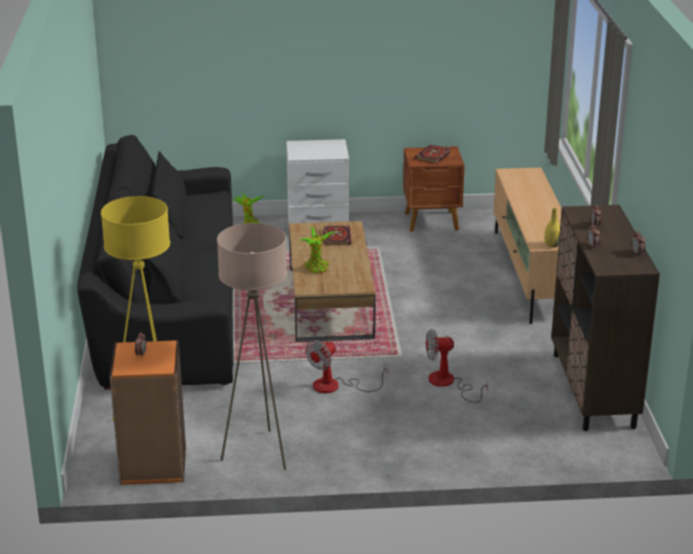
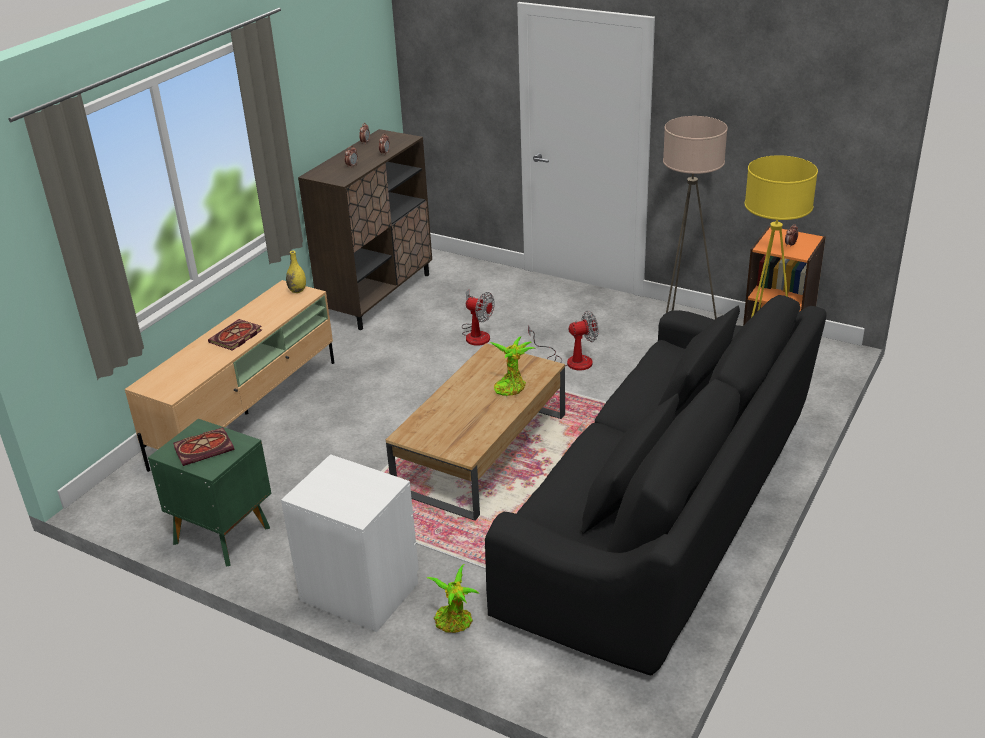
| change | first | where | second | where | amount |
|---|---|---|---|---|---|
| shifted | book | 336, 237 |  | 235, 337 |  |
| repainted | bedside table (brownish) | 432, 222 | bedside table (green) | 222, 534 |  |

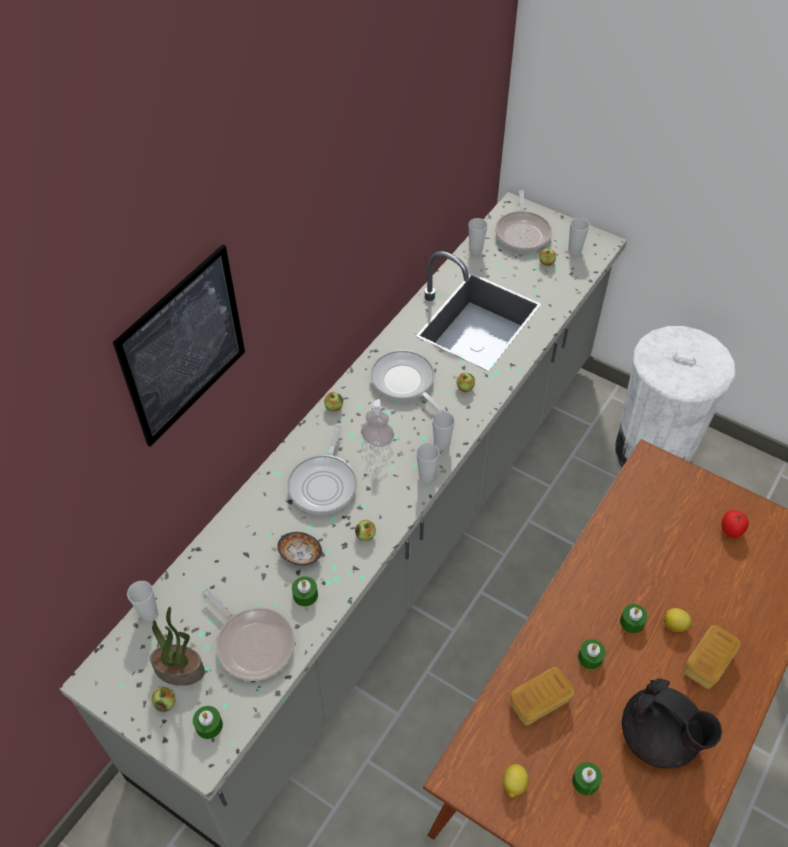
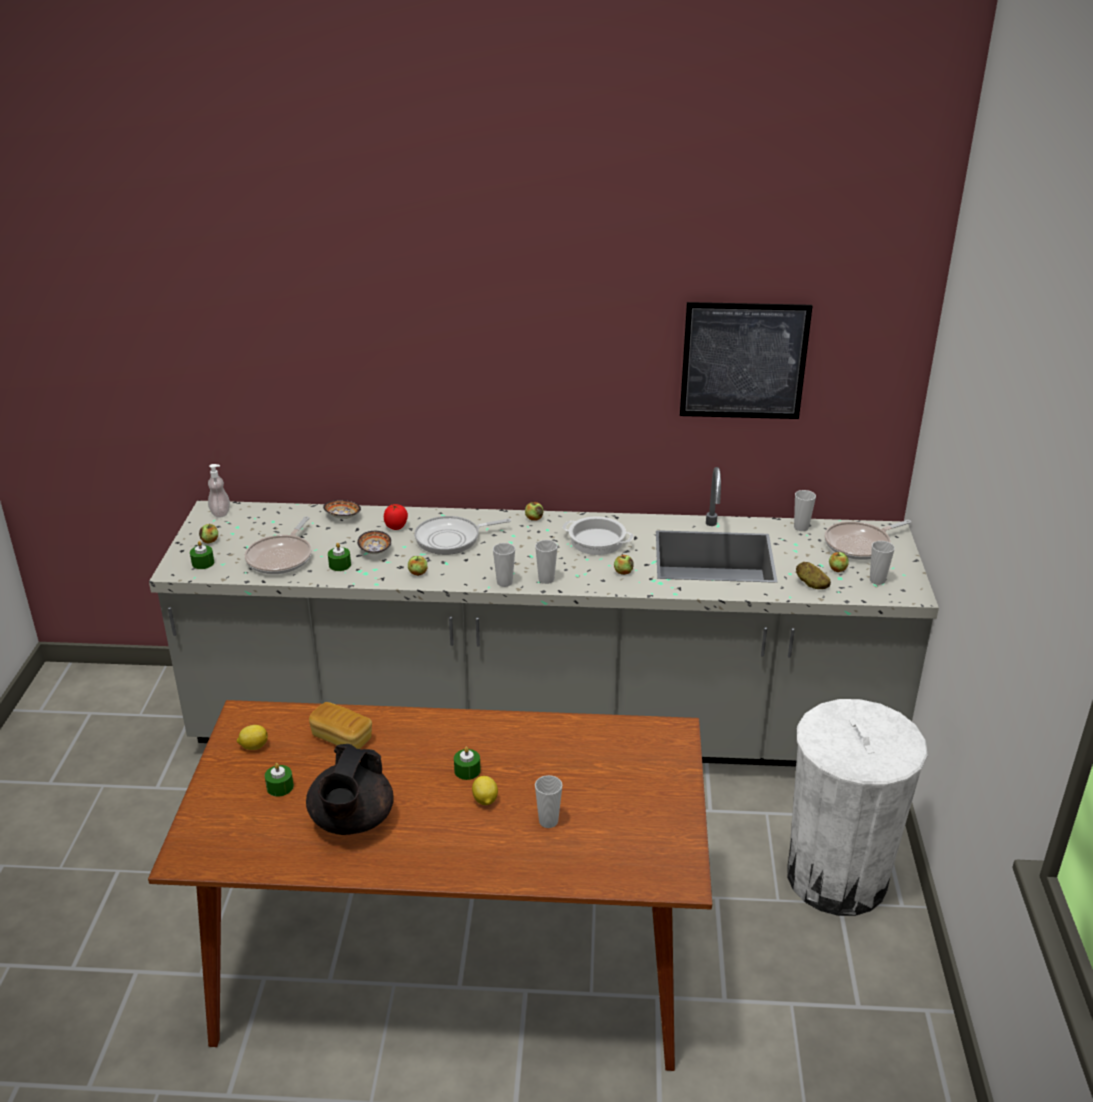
| change | first | where | second | where | amount |
|---|---|---|---|---|---|
| shifted | wall art | 184, 346 |  | 743, 361 |  |
| shifted | drinking cup | 149, 613 |  | 548, 821 |  |
| gone | plant in a pot | 180, 669 |  |  |  |
| shifted | soap dispenser | 377, 440 |  | 220, 513 |  |
| swapped | frying pan | 405, 382 | saucepot | 596, 541 |  |
| gone | wax candle (green) | 590, 657 |  |  |  |
| gone | bakery bread | 708, 663 |  |  |  |
| shifted | fresh tomato | 731, 530 |  | 396, 527 |  |
| new |  |  | bowl | 343, 517 |  |
| new |  |  | spud | 811, 584 |  |

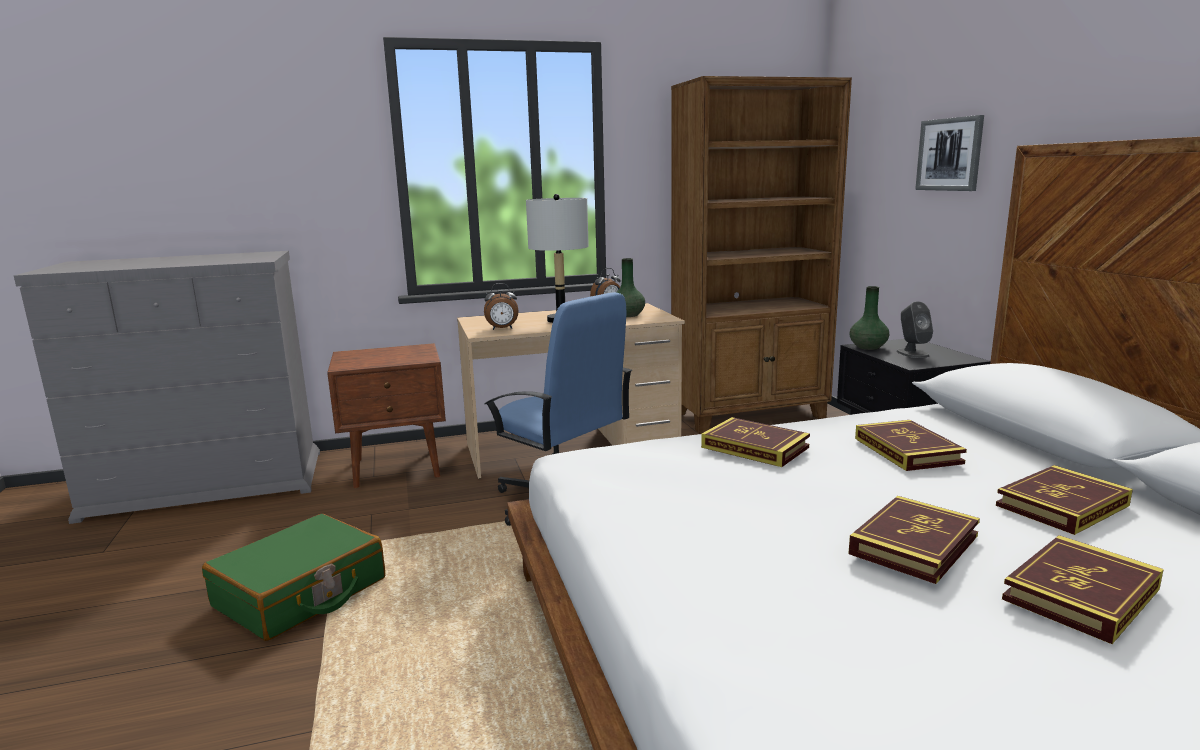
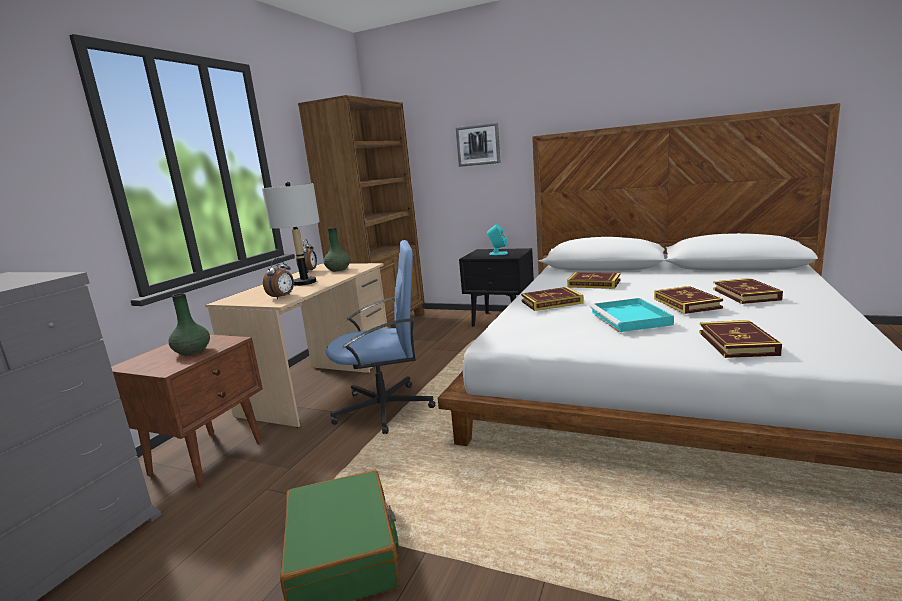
| change | first | where | second | where | amount |
|---|---|---|---|---|---|
| shifted | vase (green) | 867, 347 |  | 192, 352 |  |
| repainted | loudspeaker (greyish) | 912, 353 | loudspeaker (turquoise) | 498, 253 |  |
| shifted | book | 1062, 505 |  | 737, 343 |  |
| new |  |  | tray (turquoise) | 631, 318 |  |

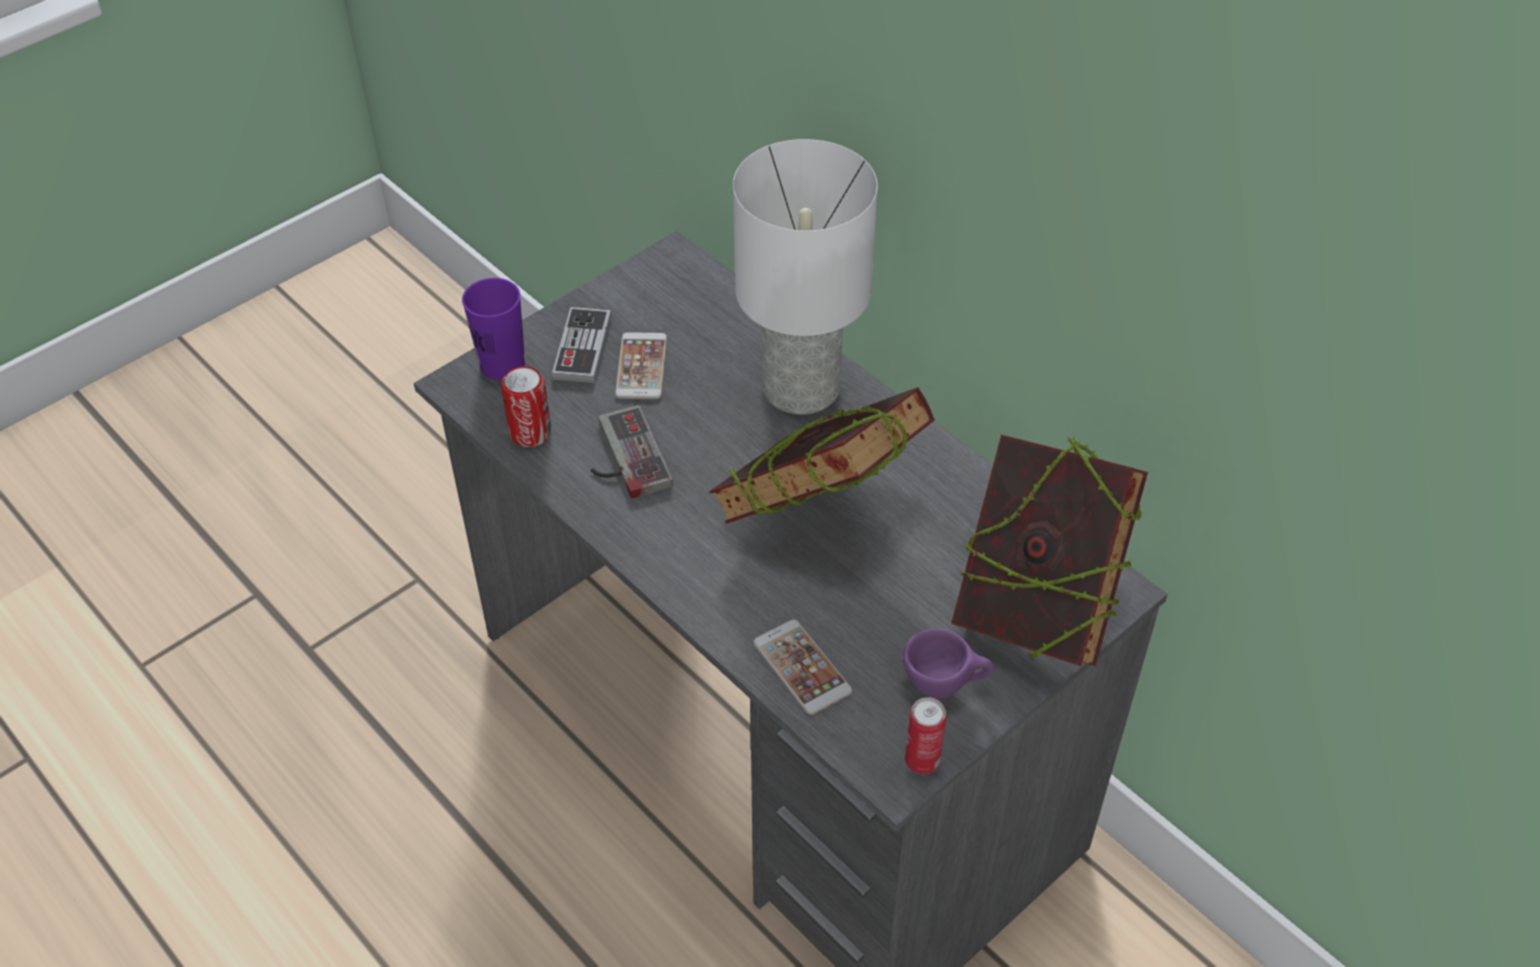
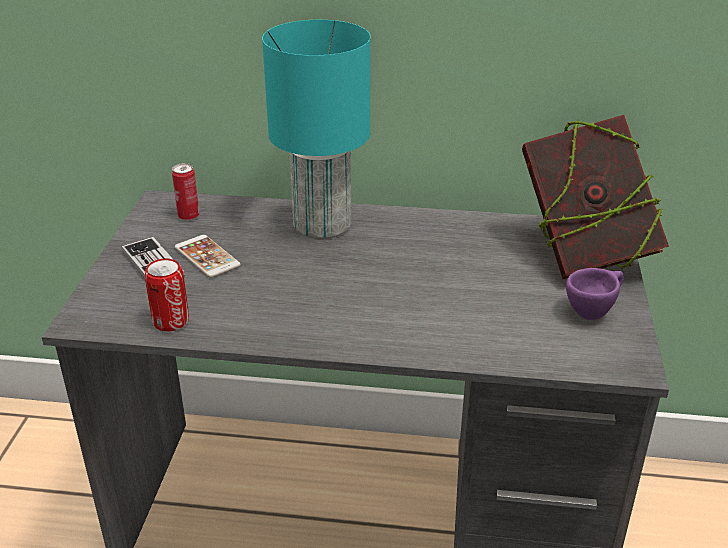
| change | first | where | second | where | amount |
|---|---|---|---|---|---|
| gone | drinking cup (purple-coloured) | 502, 365 |  |  |  |
| gone | gamepad | 622, 457 |  |  |  |
| gone | book | 819, 517 |  |  |  |
| repainted | table lamp (whitish) | 801, 386 | table lamp (turquoise) | 321, 223 |  |
| gone | phone | 802, 667 |  |  |  |
| shifted | can | 922, 761 |  | 188, 216 |  |

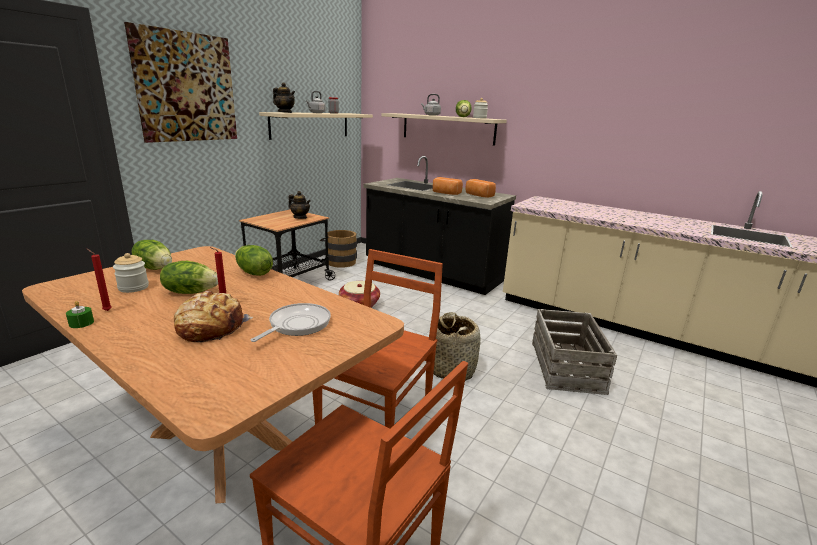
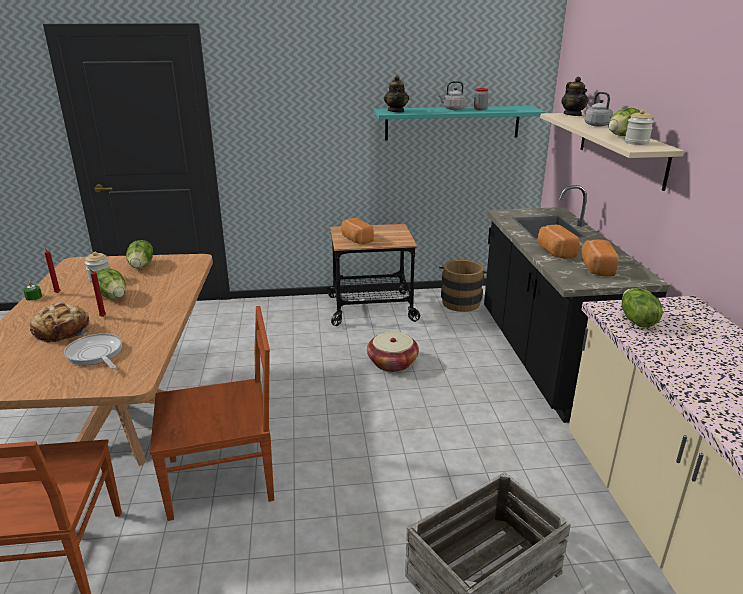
| change | first | where | second | where | amount |
|---|---|---|---|---|---|
| gone | wall art | 186, 87 |  |  |  |
| shifted | head of lettuce | 253, 273 |  | 636, 320 |  |
| rotated | frying pan | 297, 325 |  | 96, 354 | 120 degrees counterclockwise |
| repainted | wall shelf (beige) | 310, 125 | wall shelf (turquoise) | 452, 123 |  |
| shifted | tea pot | 300, 217 |  | 572, 115 |  |
| gone | storage basket | 451, 369 |  |  |  |
| new |  |  | bakery bread | 356, 239 |  |

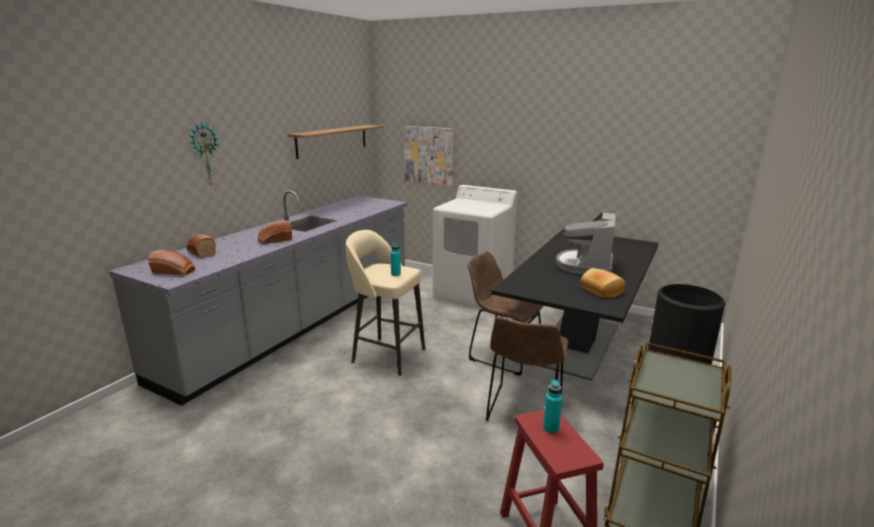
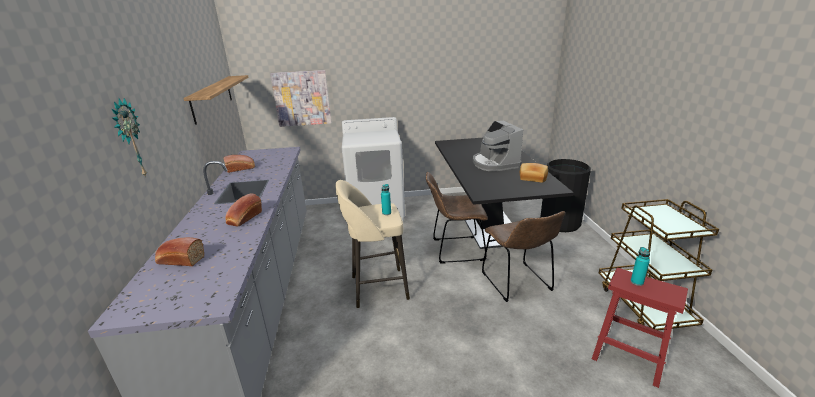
| change | first | where | second | where | amount |
|---|---|---|---|---|---|
| shifted | bakery bread | 175, 272 |  | 241, 168 |  |

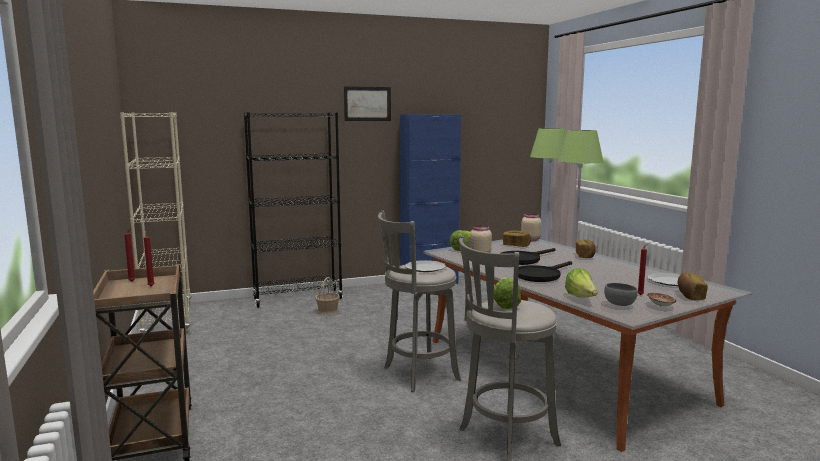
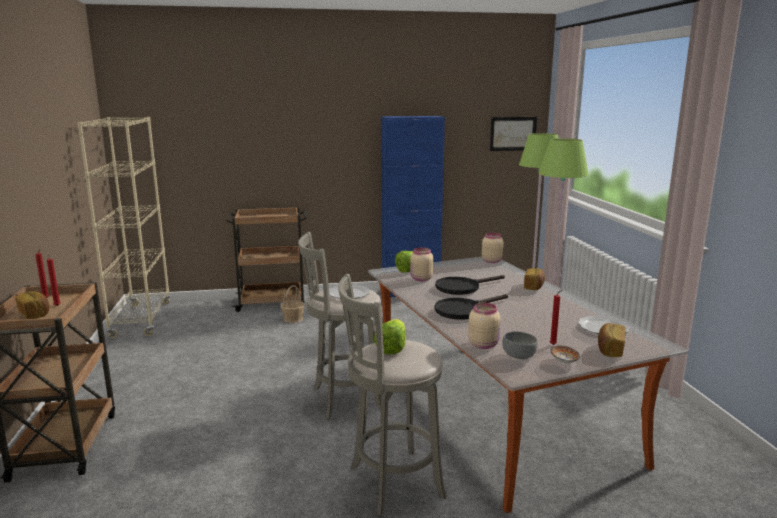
| change | first | where | second | where | amount |
|---|---|---|---|---|---|
| swapped | bookshelf (black) | 298, 298 | cart (brownish) | 272, 302 |  |
| shifted | wall art | 367, 103 |  | 513, 133 |  |
| shifted | bakery bread | 516, 245 |  | 35, 314 |  |
| swapped | head of lettuce | 581, 298 | preserve jar (beige) | 483, 344 |  |

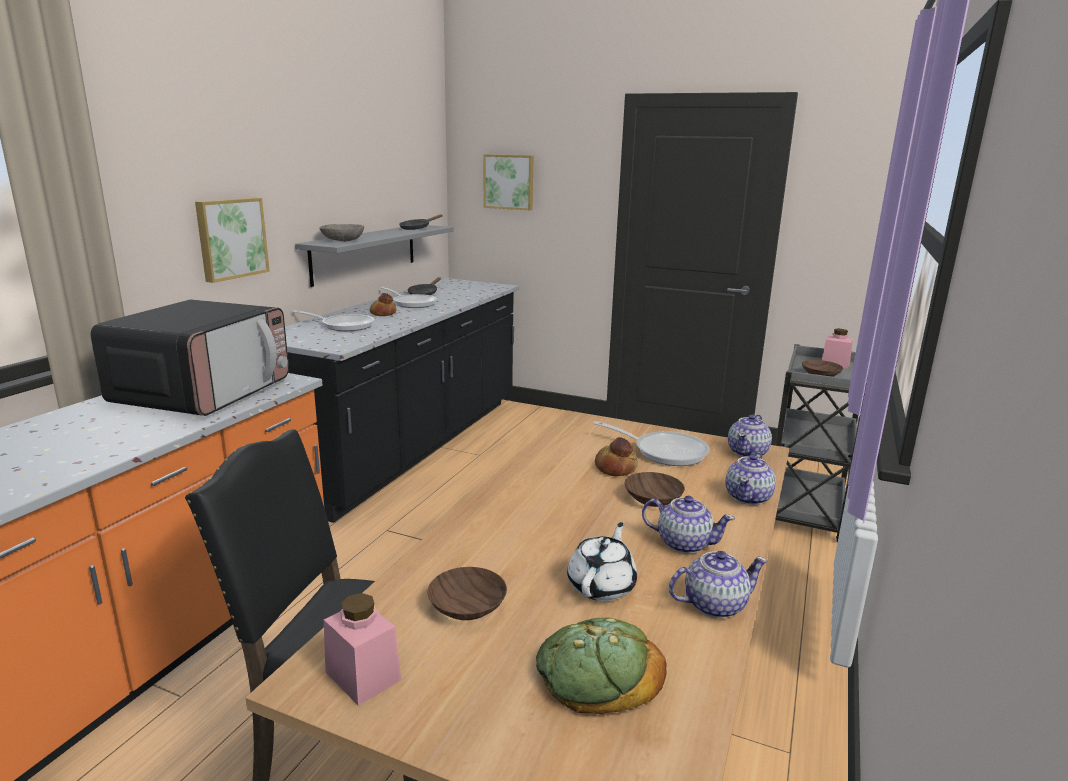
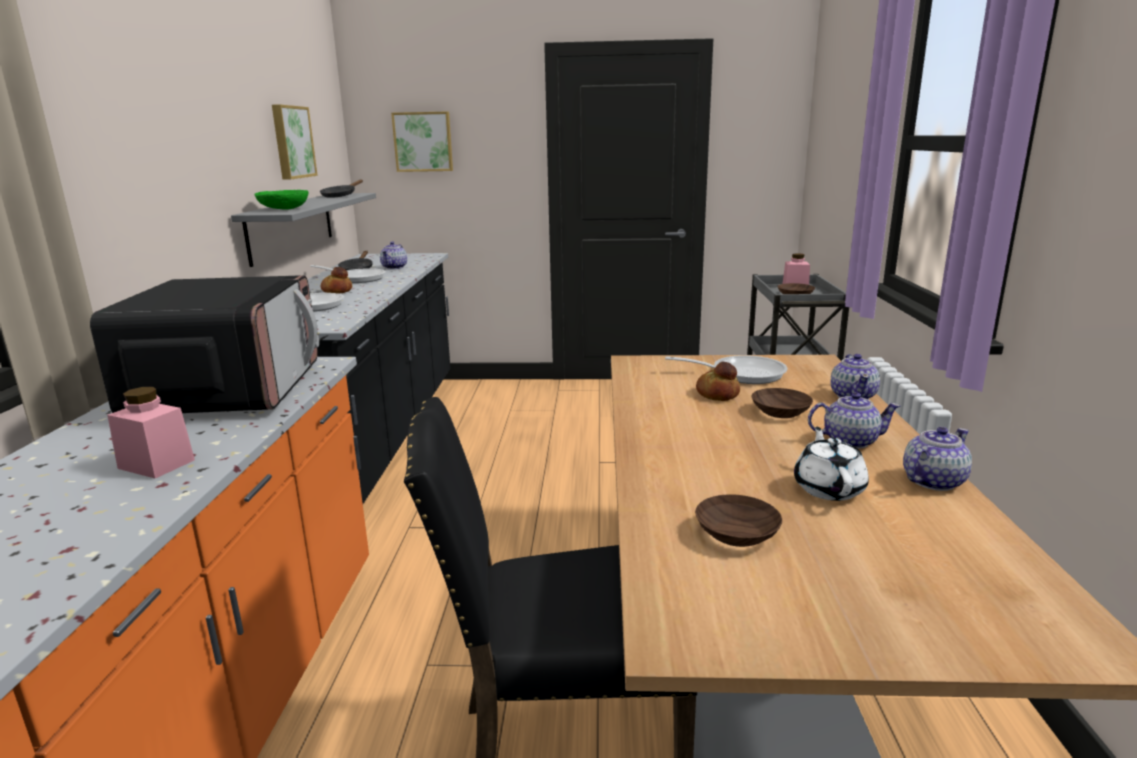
| change | first | where | second | where | amount |
|---|---|---|---|---|---|
| shifted | wall art | 231, 238 |  | 291, 142 |  |
| repainted | bowl (greyish) | 343, 240 | bowl (green) | 284, 209 |  |
| shifted | preserve jar (pinkish) | 363, 676 |  | 156, 464 |  |
| gone | bakery bread | 597, 672 |  |  |  |
| shifted | tea pot | 748, 452 |  | 395, 267 |  |

